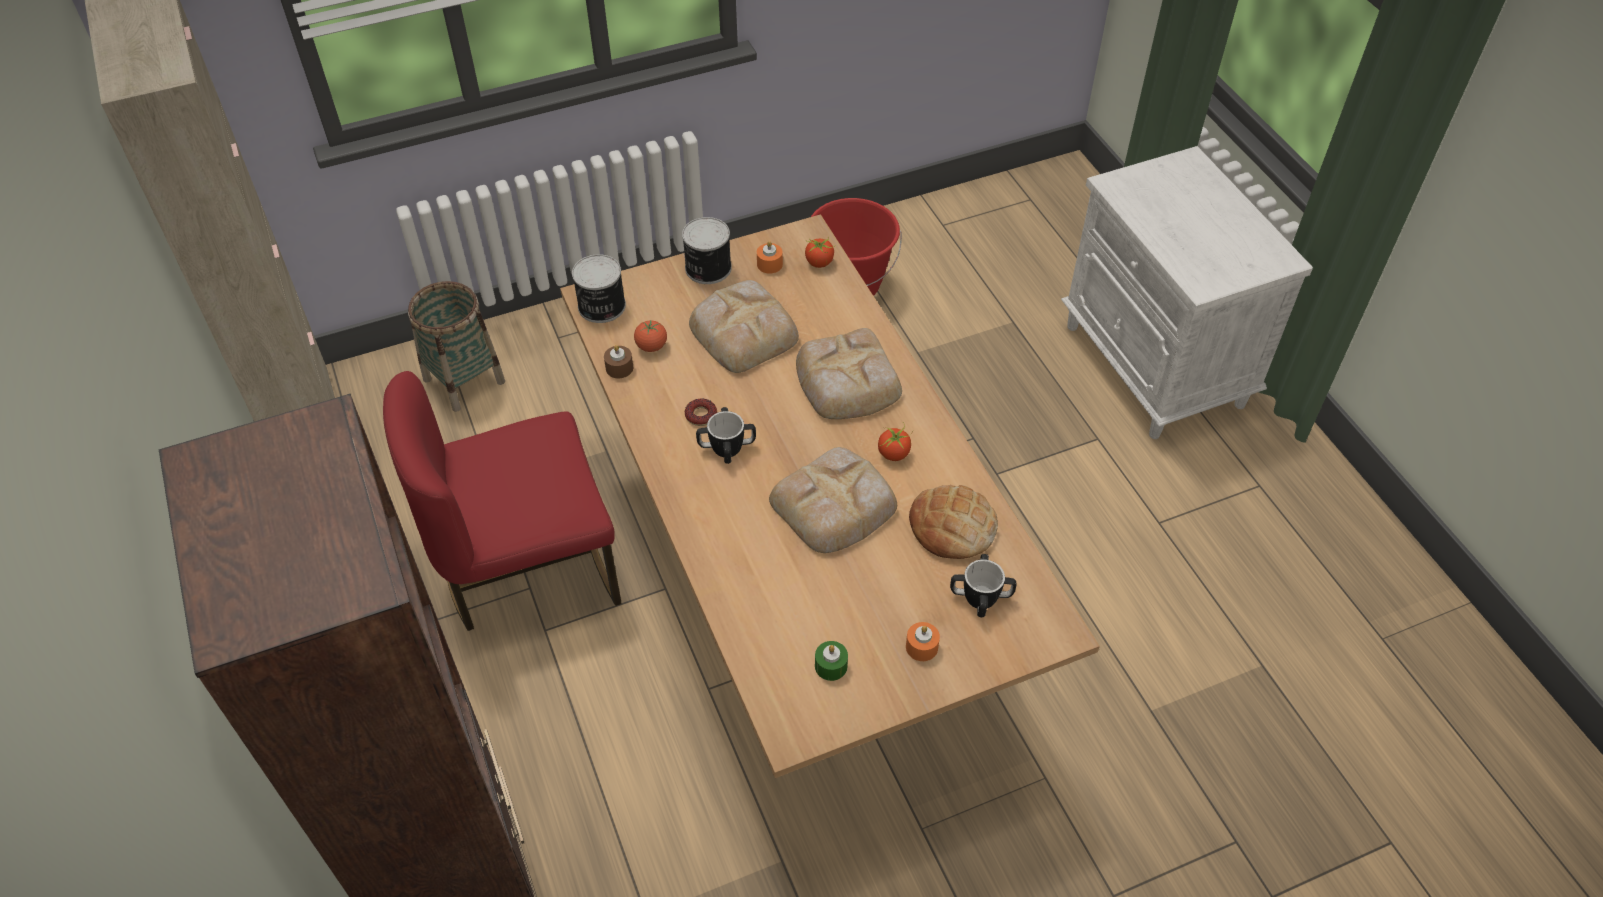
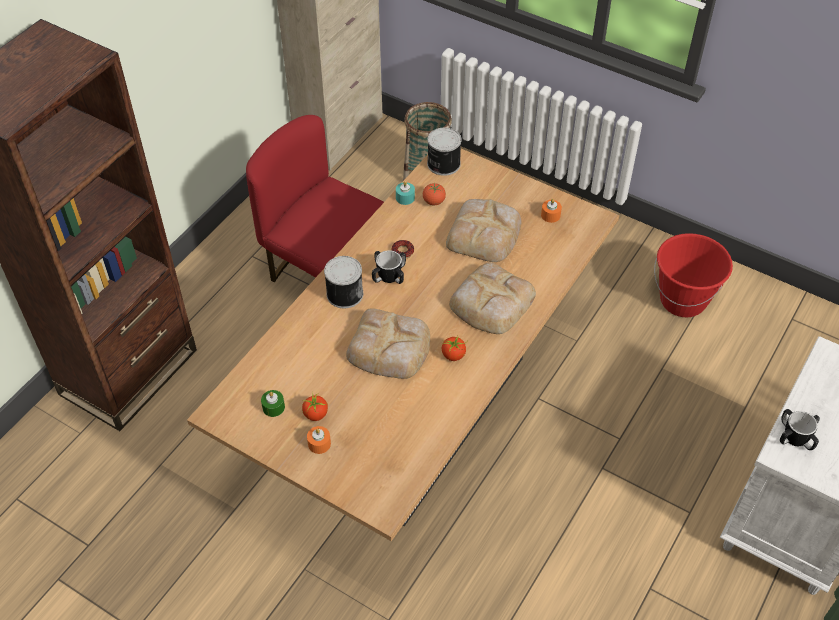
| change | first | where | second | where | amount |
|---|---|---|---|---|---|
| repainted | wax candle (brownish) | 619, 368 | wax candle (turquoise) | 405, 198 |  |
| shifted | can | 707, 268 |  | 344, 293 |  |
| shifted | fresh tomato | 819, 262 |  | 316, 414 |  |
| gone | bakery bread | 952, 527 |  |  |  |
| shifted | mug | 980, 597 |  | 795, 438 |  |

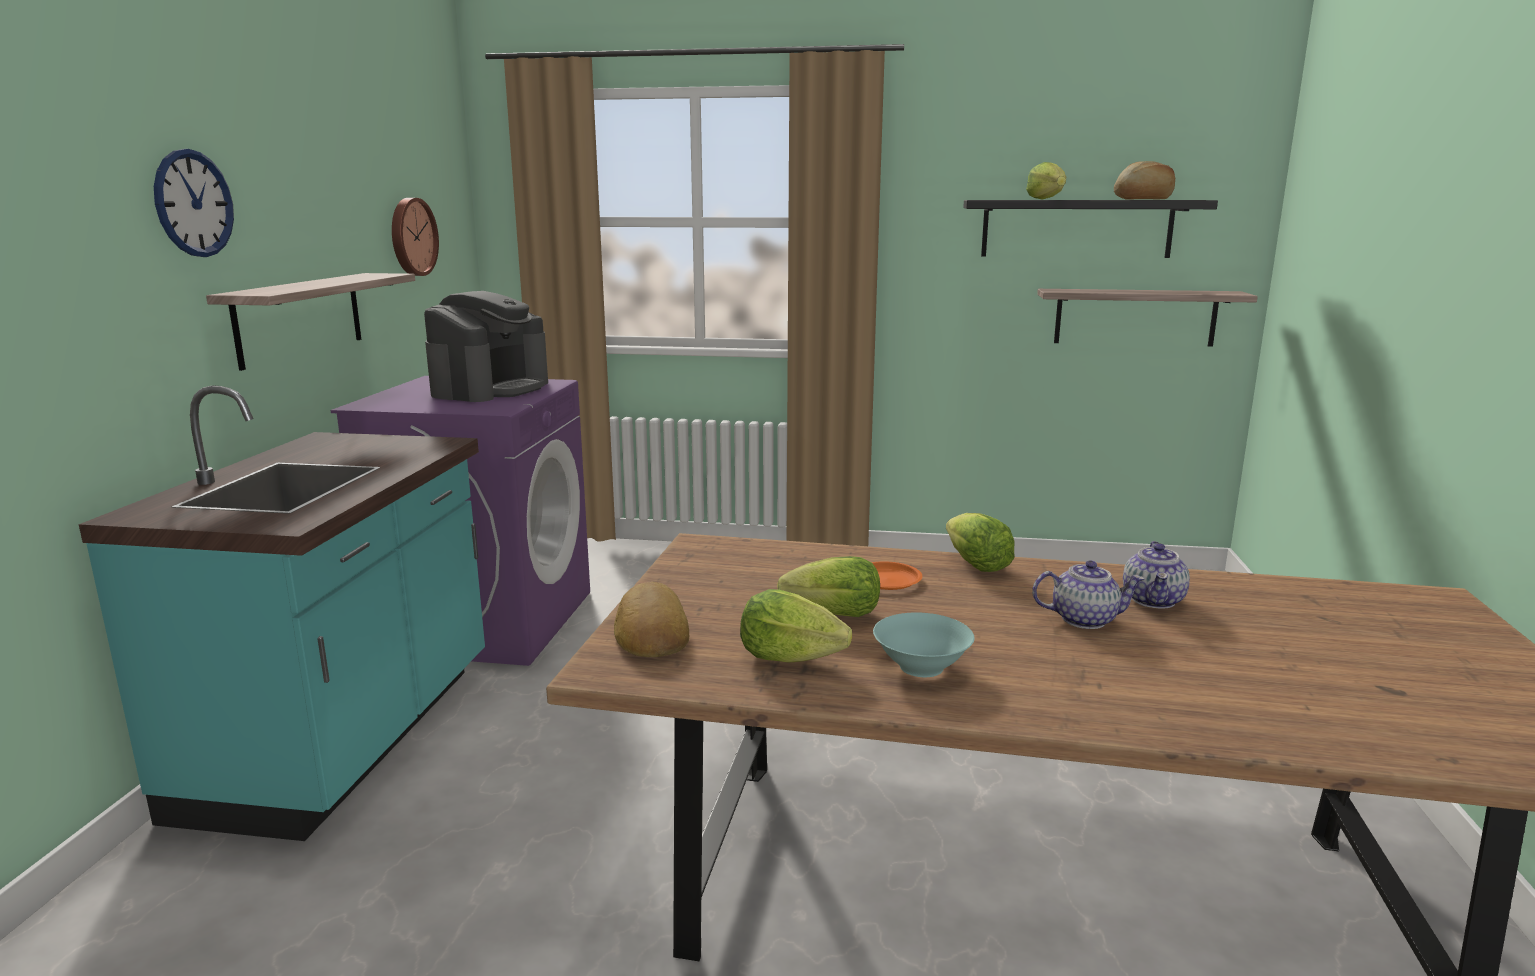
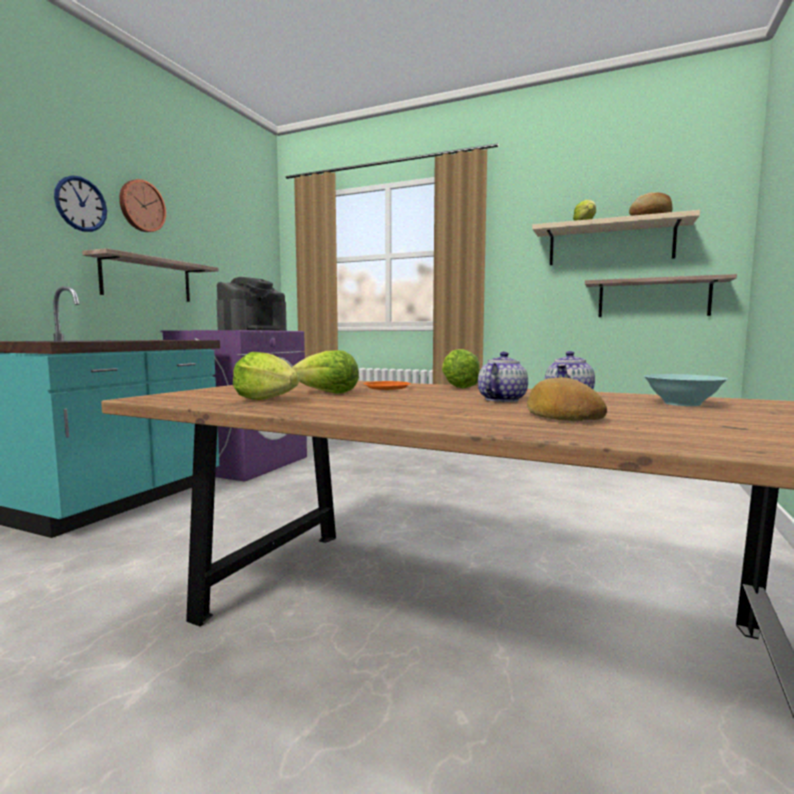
| change | first | where | second | where | amount |
|---|---|---|---|---|---|
| shifted | wall clock | 411, 237 |  | 141, 206 |  |
| shifted | bakery bread | 650, 632 |  | 561, 414 |  |
| shifted | bowl (turquoise) | 921, 667 |  | 682, 404 |  |
| repainted | wall shelf (black) | 1076, 228 | wall shelf (beige) | 610, 244 |  |
| rotated | tea pot | 1084, 619 |  | 501, 400 | 75 degrees counterclockwise |

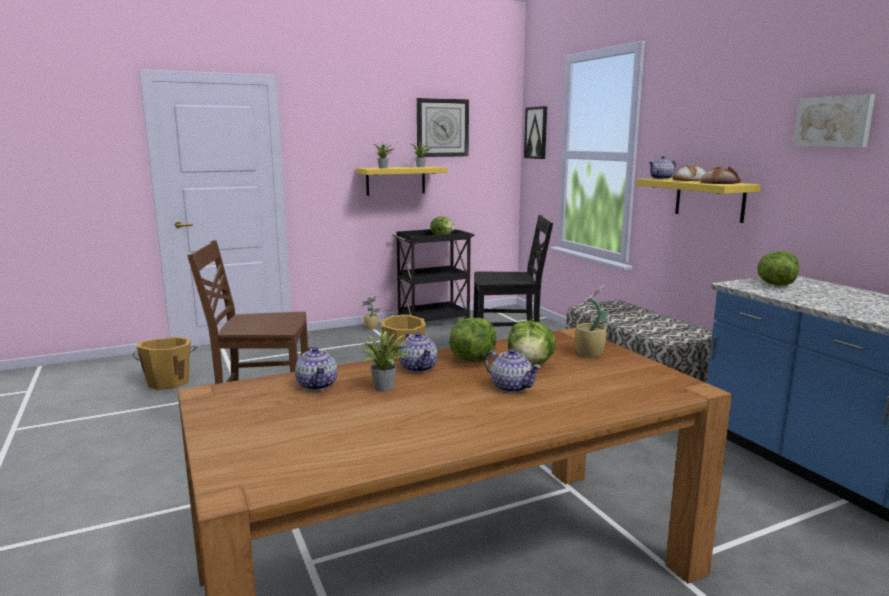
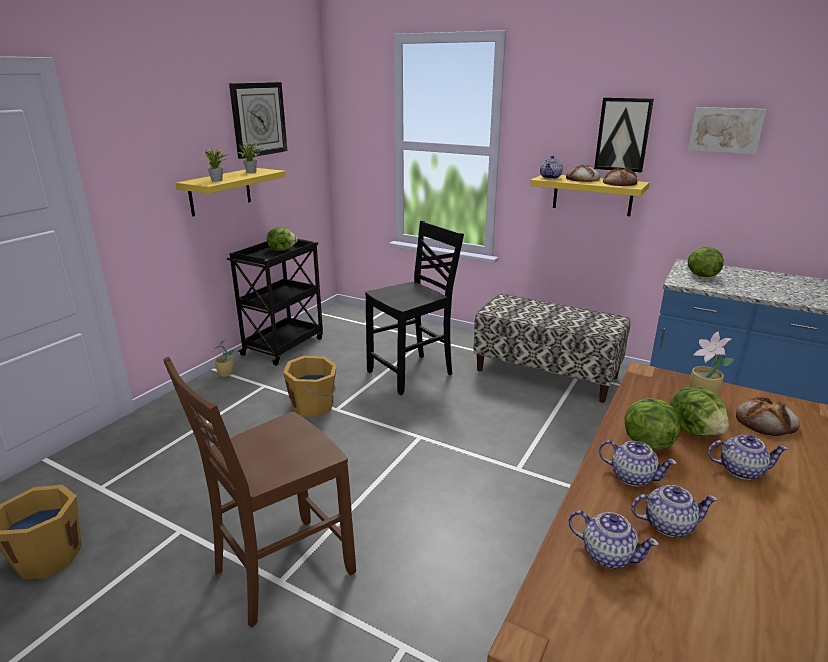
| change | first | where | second | where | amount |
|---|---|---|---|---|---|
| swapped | plant in a pot | 386, 388 | tea pot | 667, 525 |  |
| shifted | wall art | 536, 132 |  | 623, 134 |  |
| new |  |  | bakery bread | 766, 422 |  |

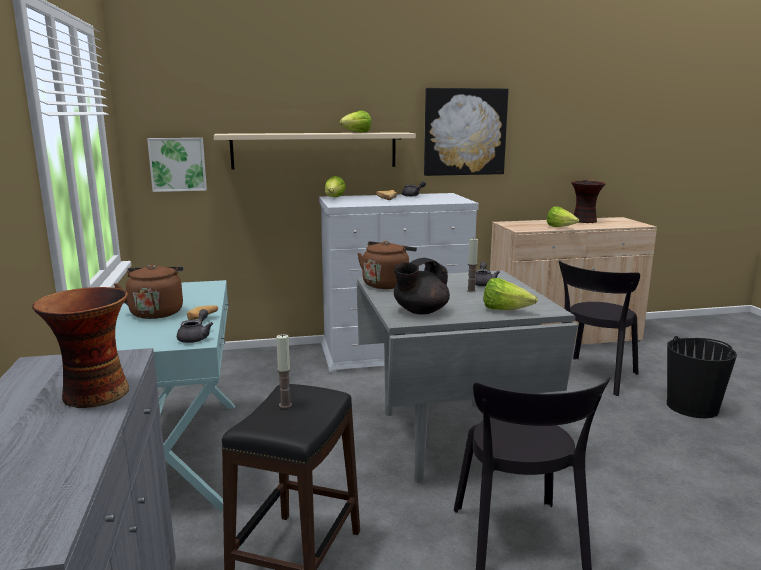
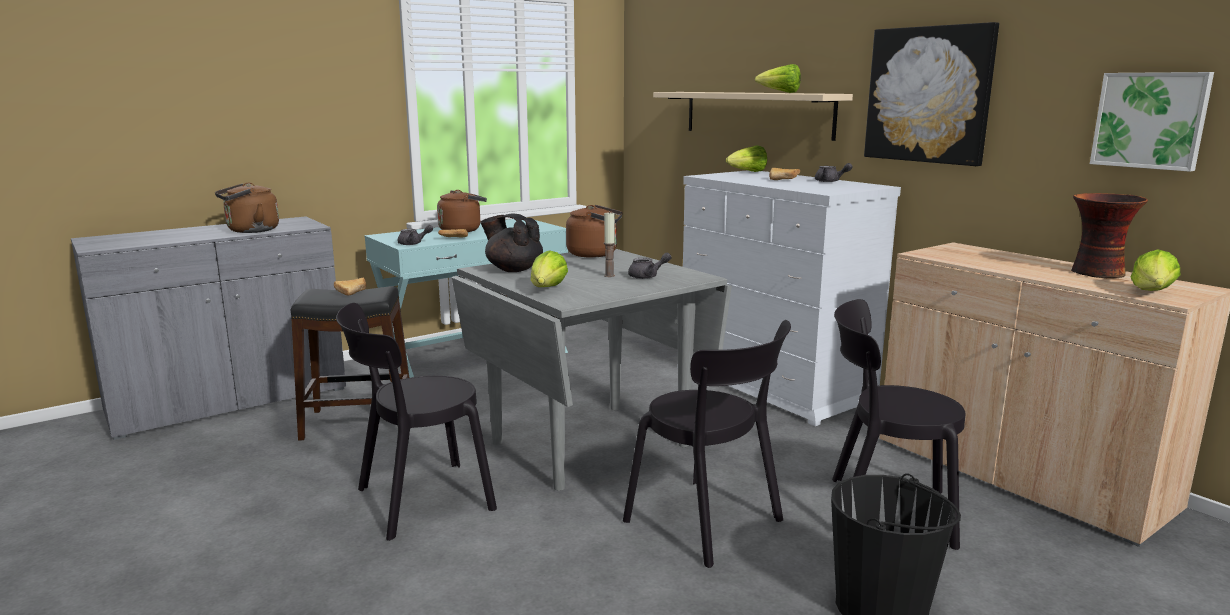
| change | first | where | second | where | amount |
|---|---|---|---|---|---|
| swapped | vase | 93, 395 | water kettle (brownish) | 250, 231 |  |
| shifted | wall art | 178, 164 |  | 1150, 120 |  |
| swapped | wax candle | 285, 405 | bakery bread | 354, 291 |  |
| shifted | head of lettuce | 560, 228 |  | 1152, 293 |  |
| new |  |  | chair (black) | 708, 523 |  |

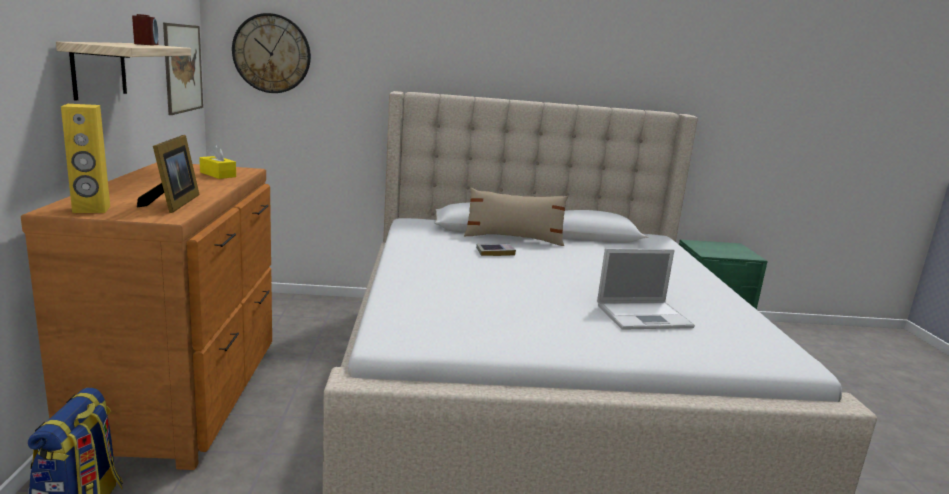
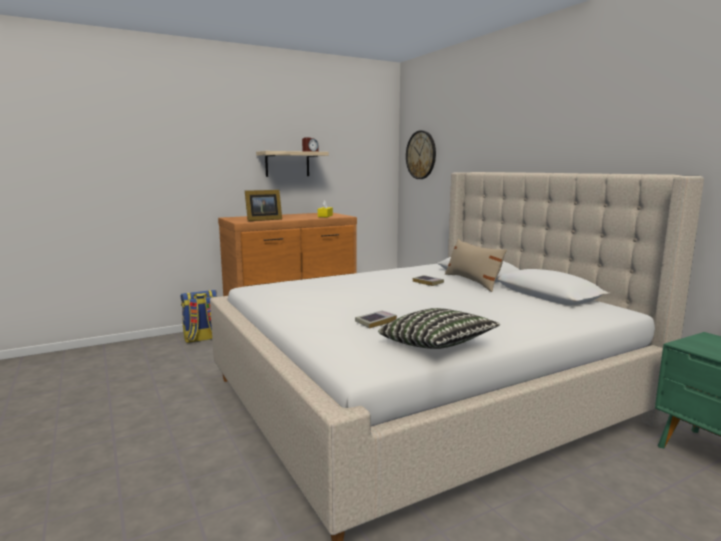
| change | first | where | second | where | amount |
|---|---|---|---|---|---|
| gone | loudspeaker (yellow) | 91, 209 |  |  |  |
| gone | wall art | 183, 68 |  |  |  |
| swapped | laptop | 645, 316 | book | 375, 322 |  |
| new |  |  | pillow | 436, 346 |  |

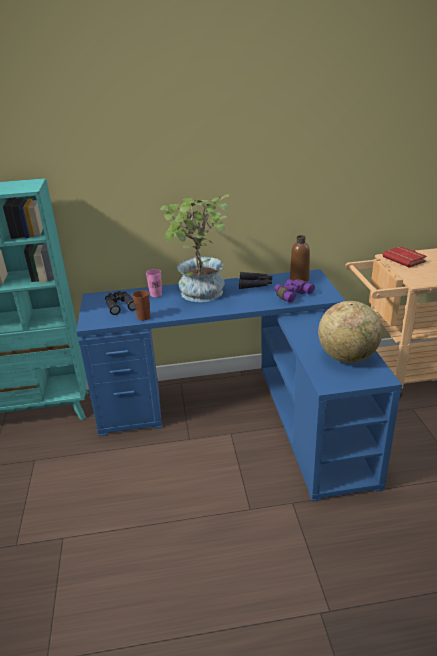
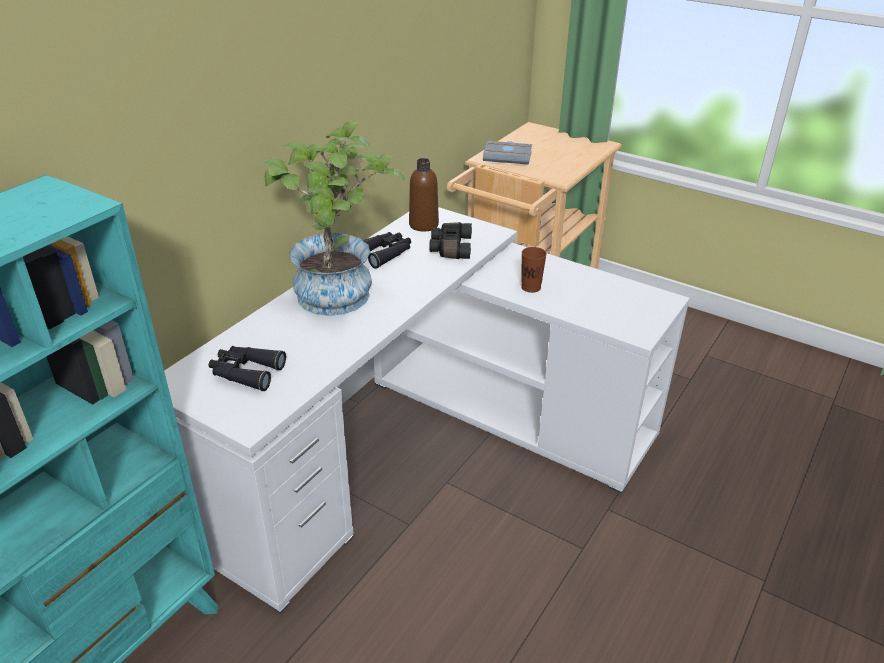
| change | first | where | second | where | amount |
|---|---|---|---|---|---|
| repainted | desk unit (blue) | 245, 411 | desk unit (whitish) | 425, 445 |  |
| shifted | drinking cup (brownish) | 143, 317 |  | 531, 287 |  |
| gone | drinking cup (pinkish) | 156, 294 |  |  |  |
| repainted | binoculars (purple-coloured) | 291, 295 | binoculars (black) | 450, 248 |  |
| gone | desk globe | 347, 357 |  |  |  |
| repainted | book (red-coloured) | 405, 259 | book (greyish) | 508, 156 |  |

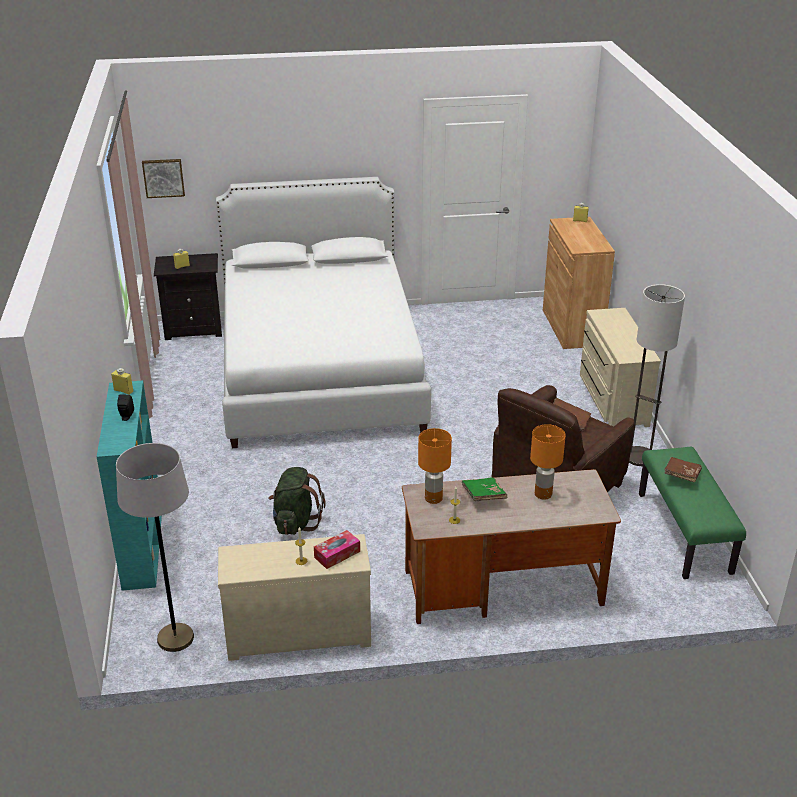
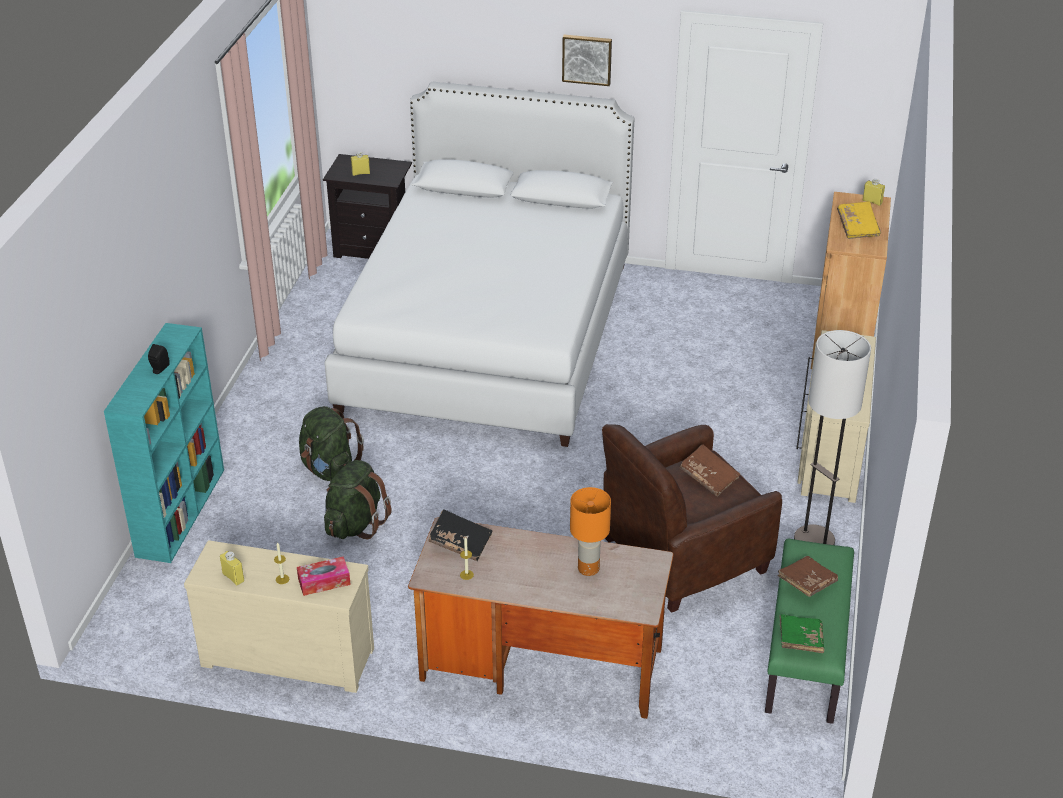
| change | first | where | second | where | amount |
|---|---|---|---|---|---|
| shifted | beverage bottle (yellow) | 123, 391 |  | 233, 577 |  |
| gone | standard lamp (greyish) | 175, 638 |  |  |  |
| shifted | wall art | 163, 177 |  | 587, 59 |  |
| swapped | table lamp (orange-coloured) | 434, 499 | book (black) | 460, 543 |  |
| shifted | book (green) | 483, 496 |  | 800, 641 |  |
| new |  |  | rucksack (green) | 329, 470 |  |
| new |  |  | book (yellow) | 857, 227 |  |

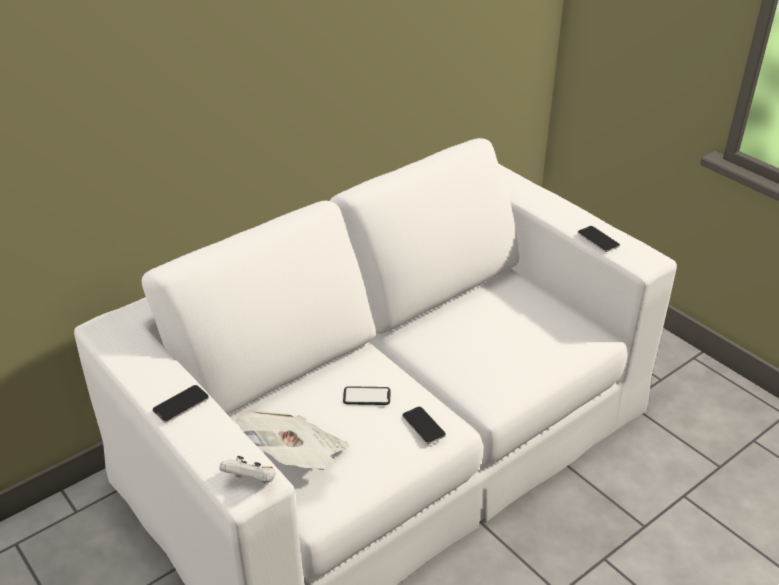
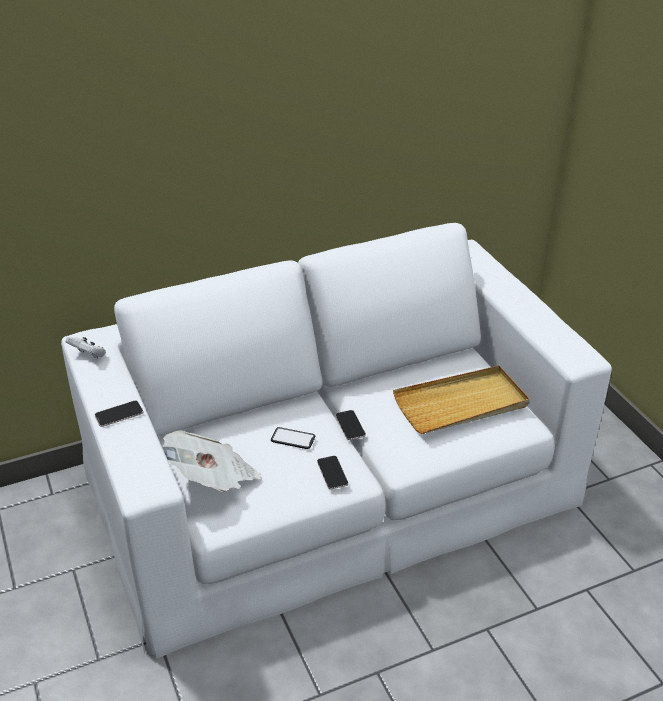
| change | first | where | second | where | amount |
|---|---|---|---|---|---|
| shifted | gamepad (whitish) | 251, 481 |  | 89, 355 |  |
| shifted | phone | 598, 239 |  | 350, 425 |  |
| new |  |  | tray (beige) | 461, 404 |  |

